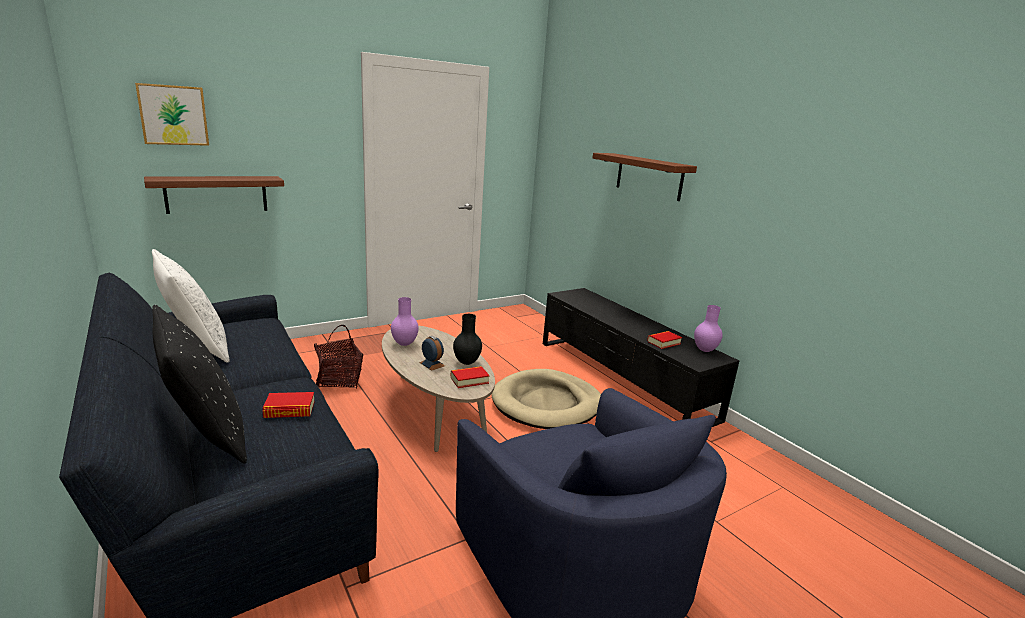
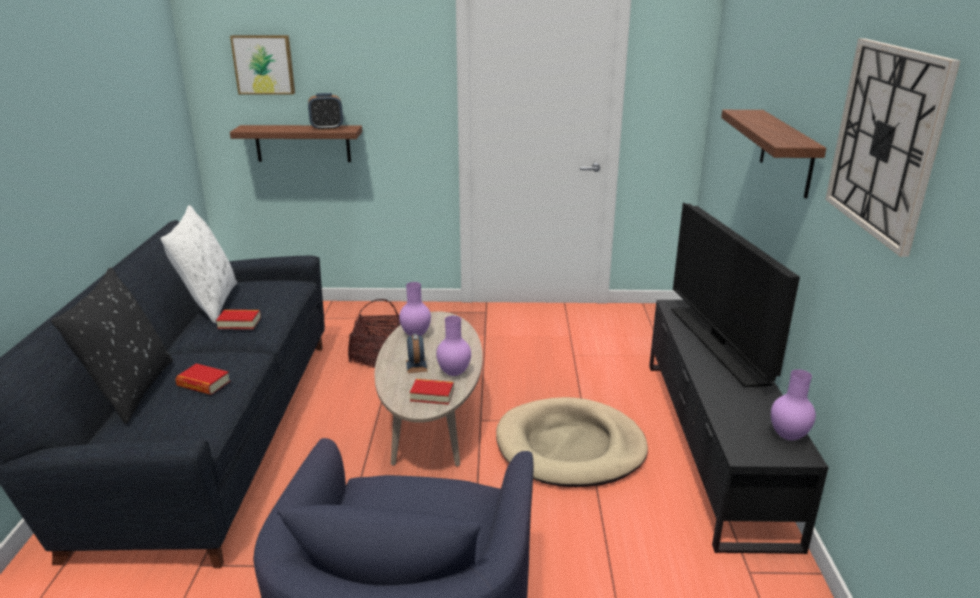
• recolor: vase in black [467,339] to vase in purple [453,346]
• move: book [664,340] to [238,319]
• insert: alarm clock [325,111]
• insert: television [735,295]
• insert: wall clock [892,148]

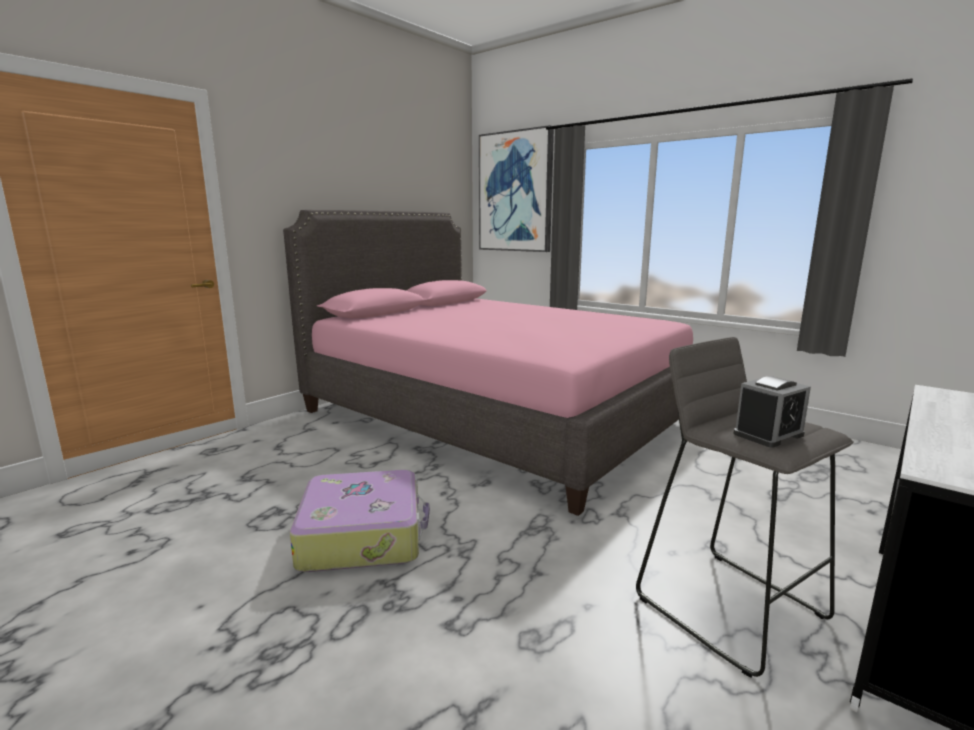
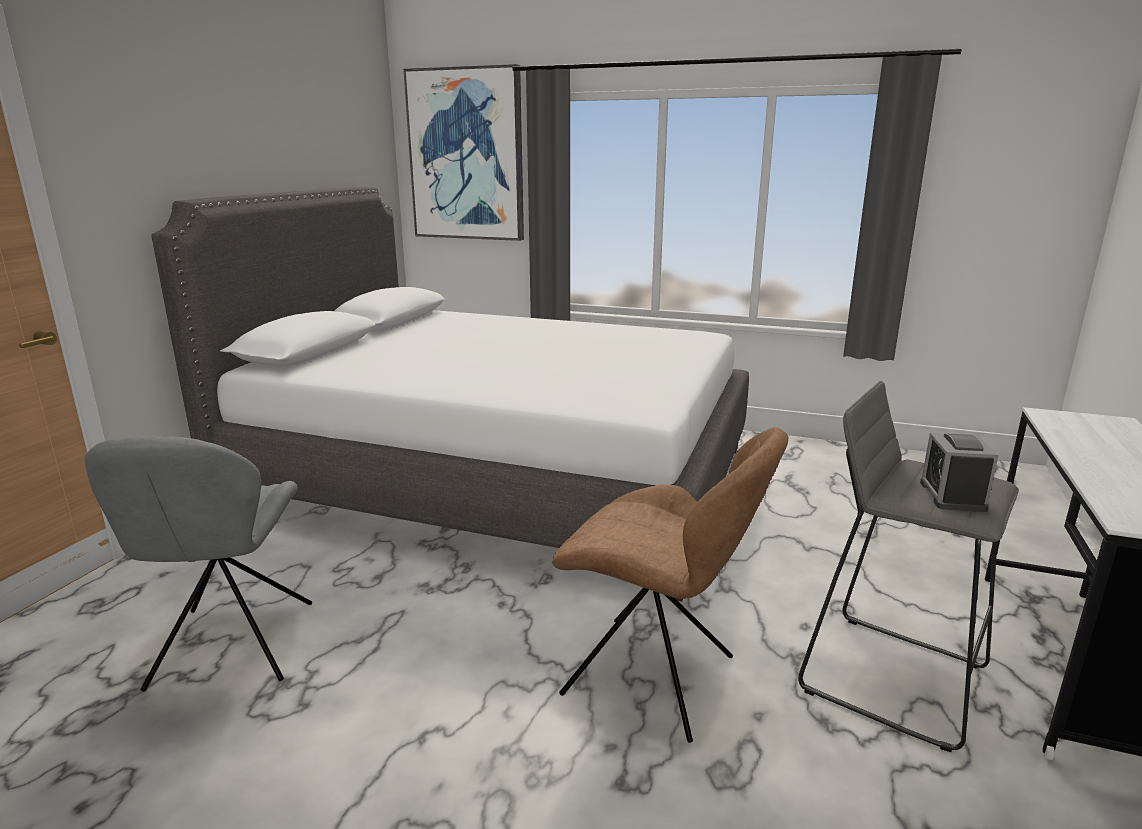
• recolor: bed in pink [488,363] to bed in white [450,394]
• delete: suitcase [360,521]
• rotate: alarm clock [772,412] = [959,472] 150 degrees clockwise
• insert: chair in grey [198,563]
• insert: chair in brown [670,585]

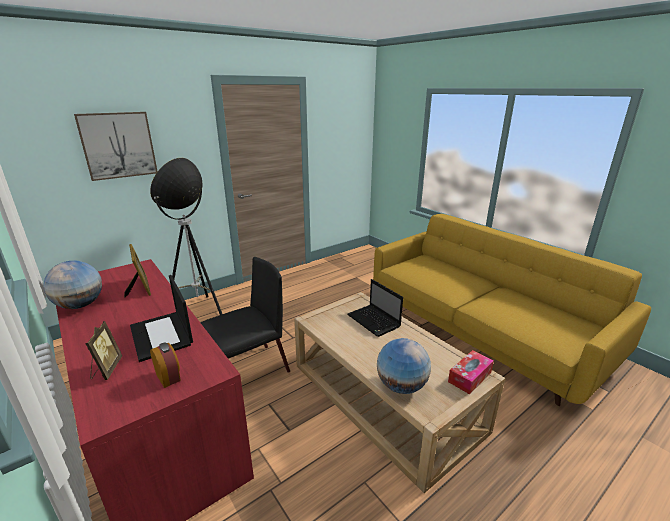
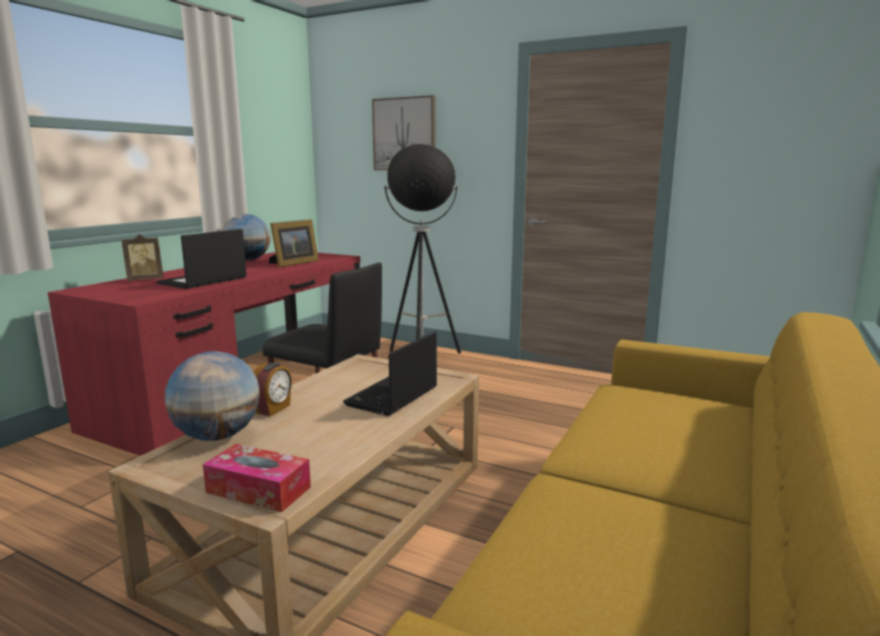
• move: alarm clock [165,365] to [273,389]

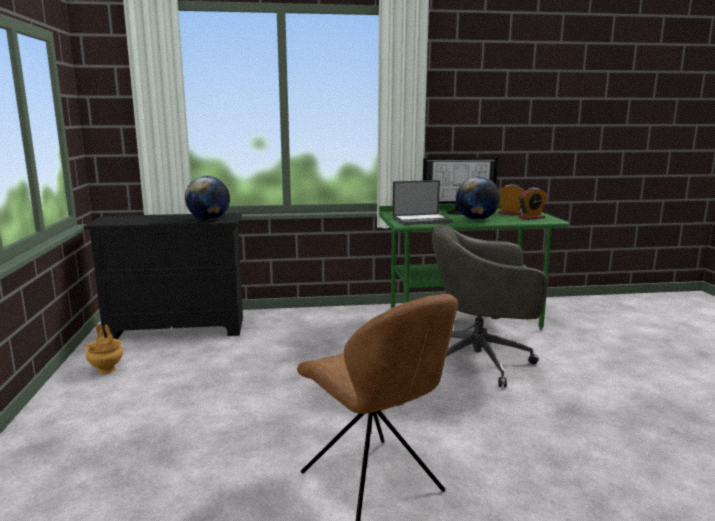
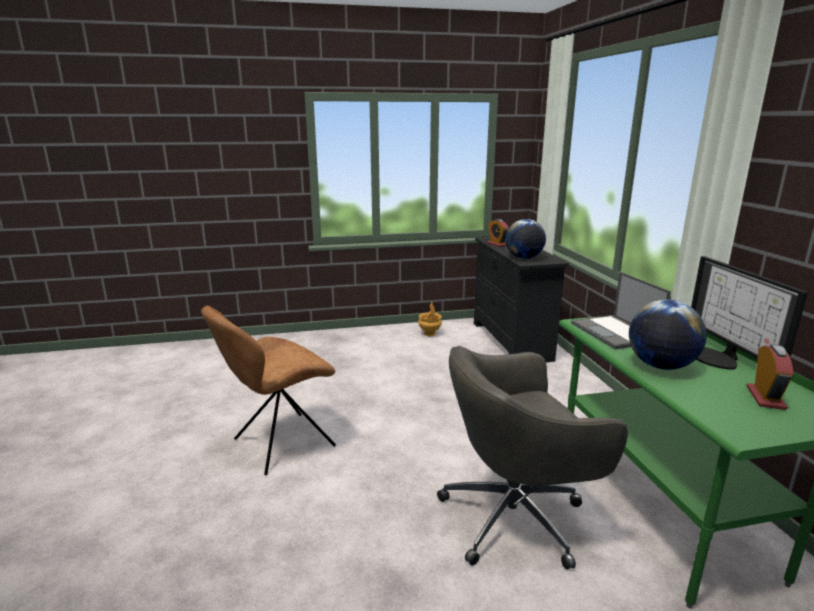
• rotate: office chair in grey [490,306] = [532,457] 105 degrees counterclockwise
• move: alarm clock [533,203] to [498,233]

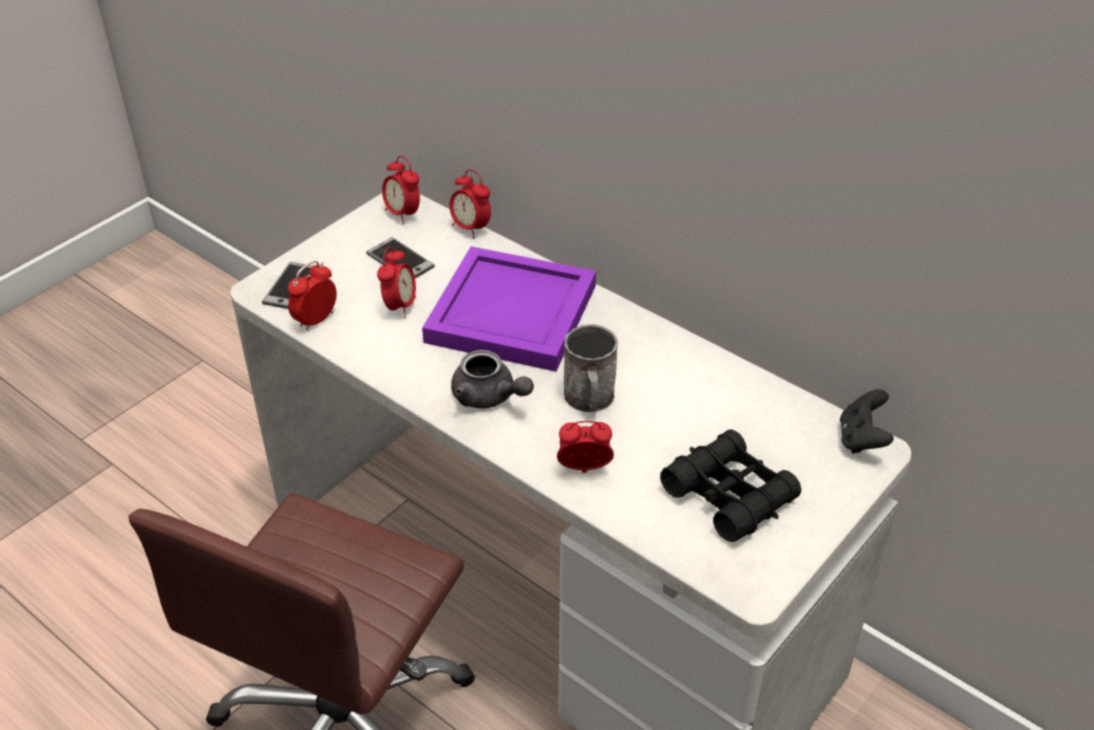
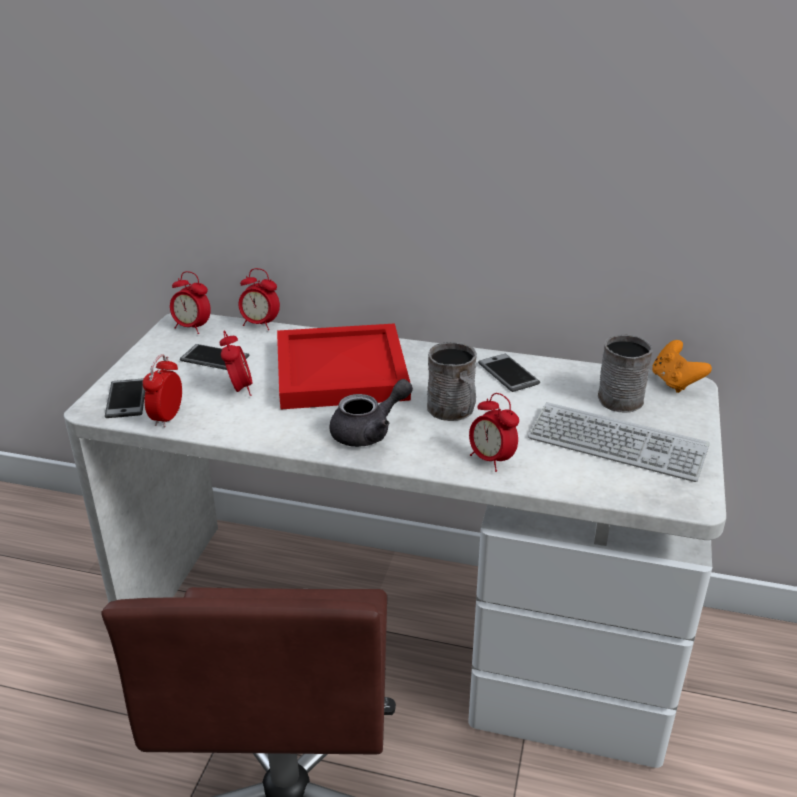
• recolor: tray in purple [509,309] to tray in red [344,366]
• rotate: teapot in grey [492,379] = [371,413] 45 degrees counterclockwise
• rotate: alarm clock [585,447] = [494,432] 105 degrees counterclockwise
• replace: binoculars in black [730,486] to keyboard [619,442]
• recolor: game controller in black [867,421] to game controller in orange [682,366]
• insert: phone [509,373]
• insert: mug in grey [625,373]

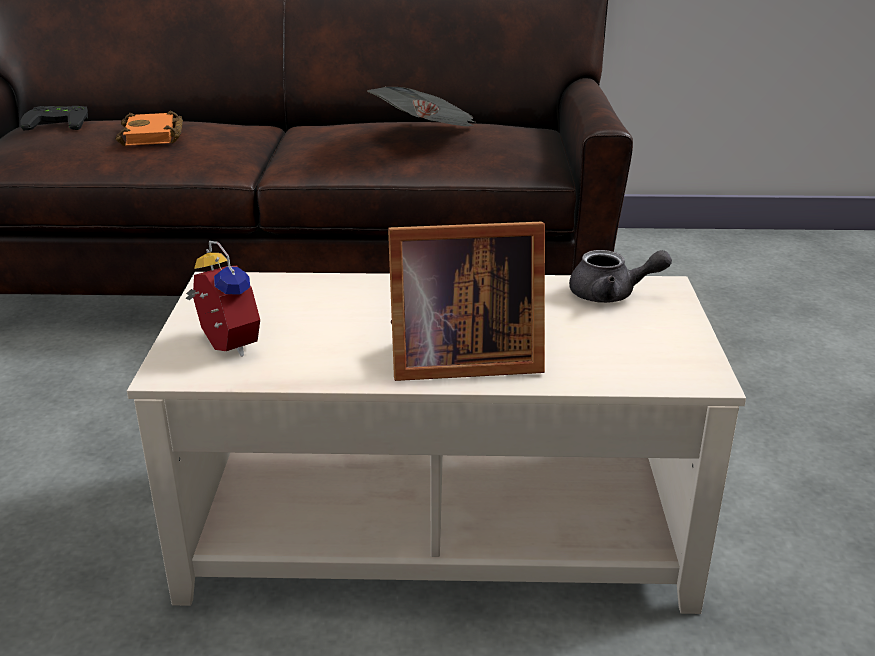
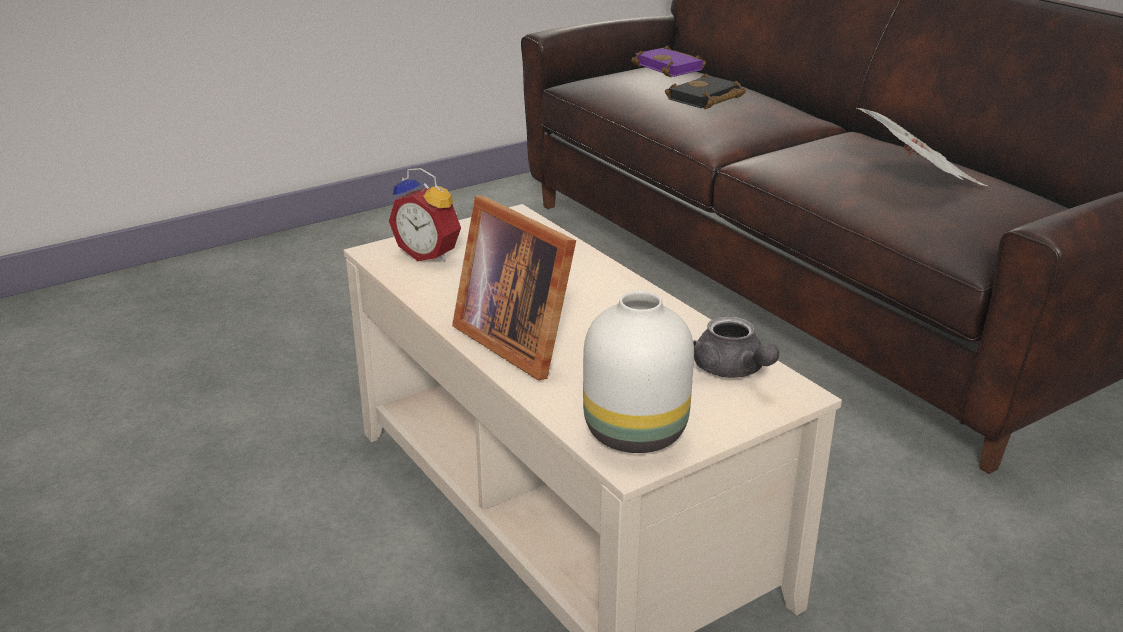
• replace: game controller in black [54,118] to book in purple [668,61]
• recolor: book in orange [149,128] to book in black [705,91]
• rotate: alarm clock [222,299] = [425,215] 105 degrees clockwise
• insert: vase in white [638,372]

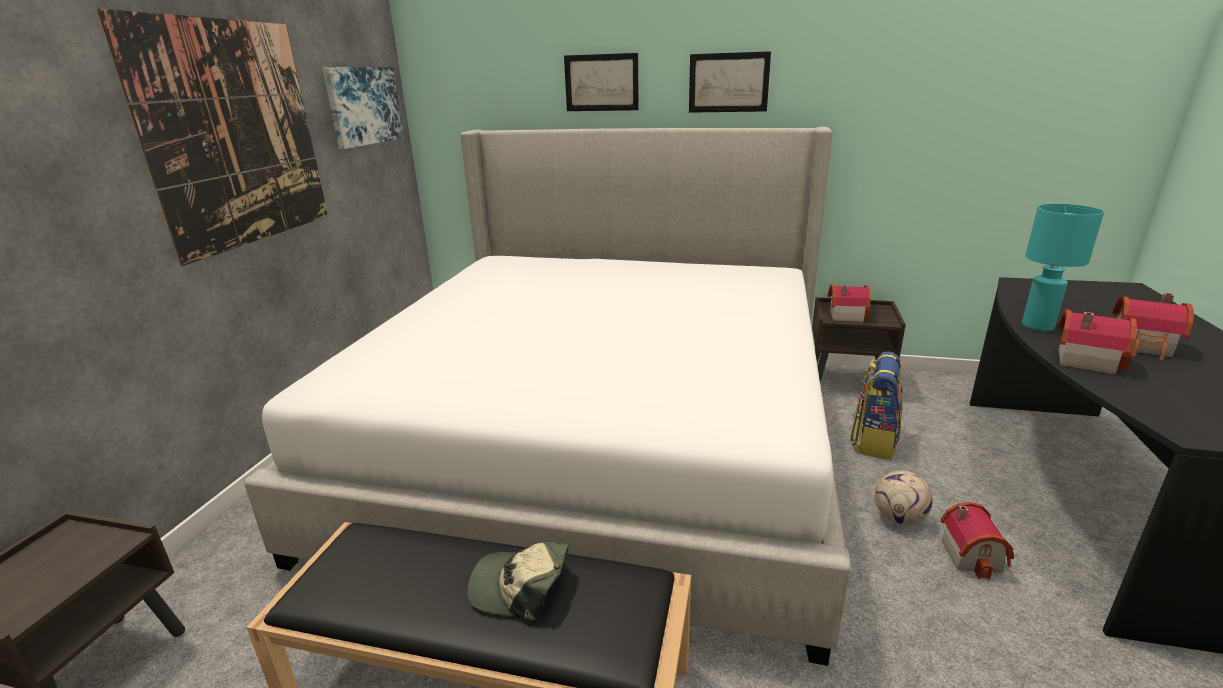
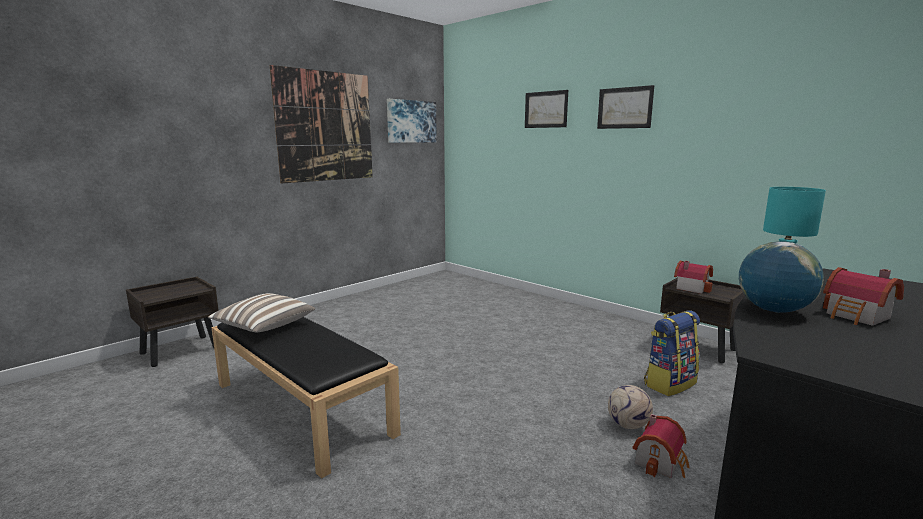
• delete: bed [547,396]
• delete: cap [518,584]
• replace: toy house [1097,342] to globe [781,277]
• insert: pillow [261,313]

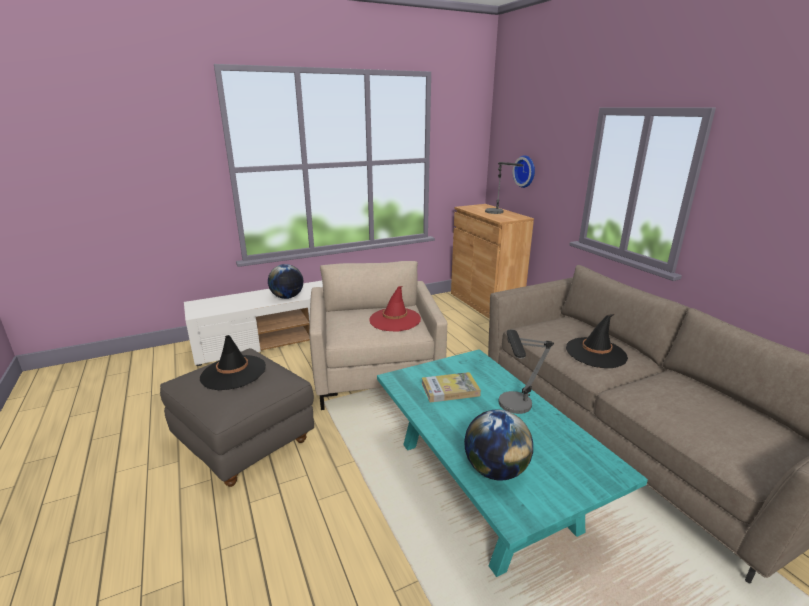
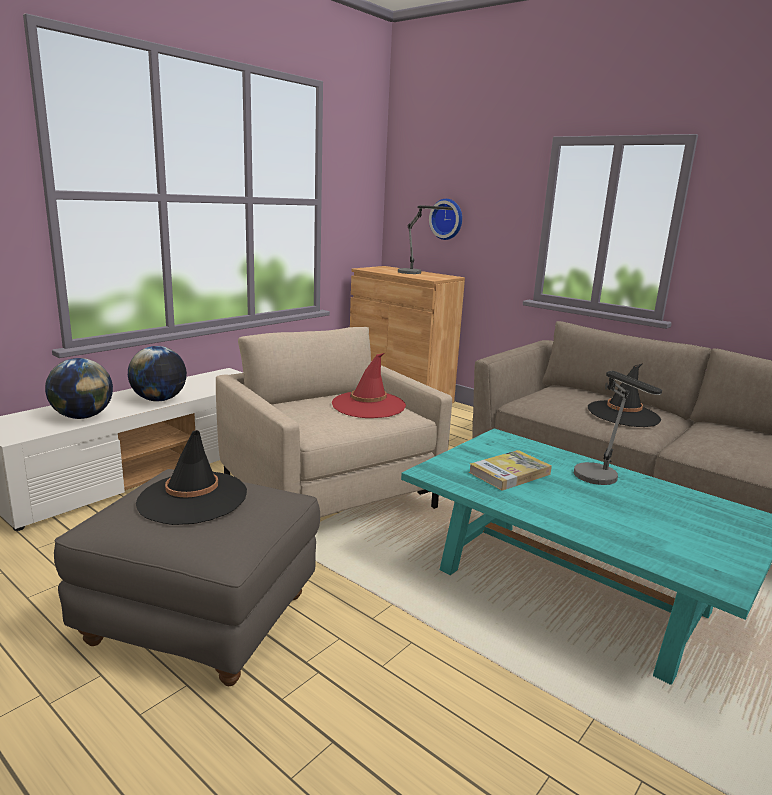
• move: globe [498,445] to [79,388]

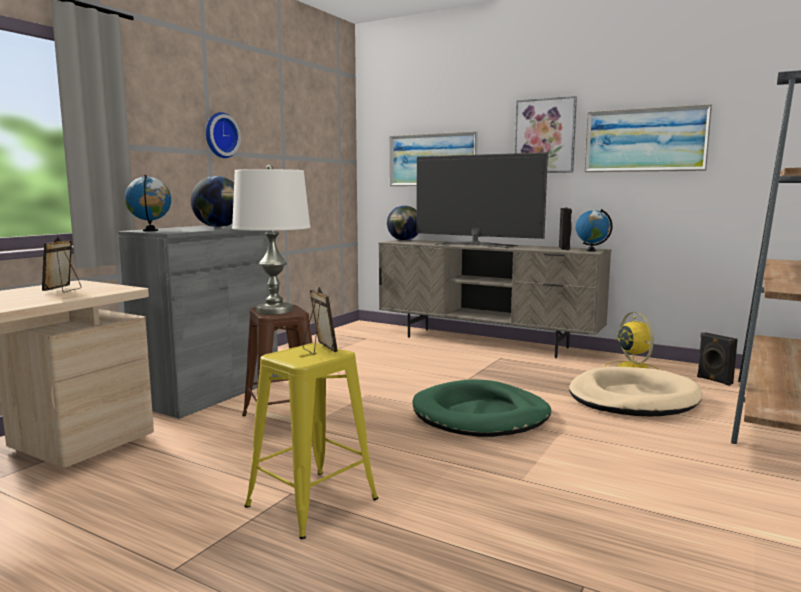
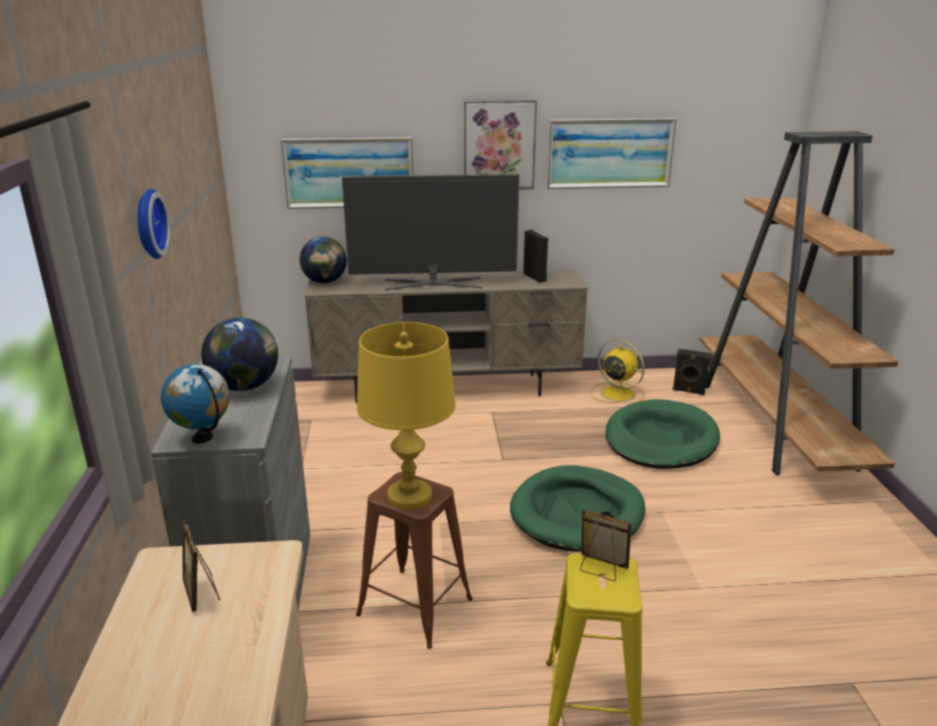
• recolor: table lamp in white [271,239] to table lamp in yellow [406,416]
• recolor: dog bed in beige [635,391] to dog bed in green [662,434]
• delete: globe [594,230]

